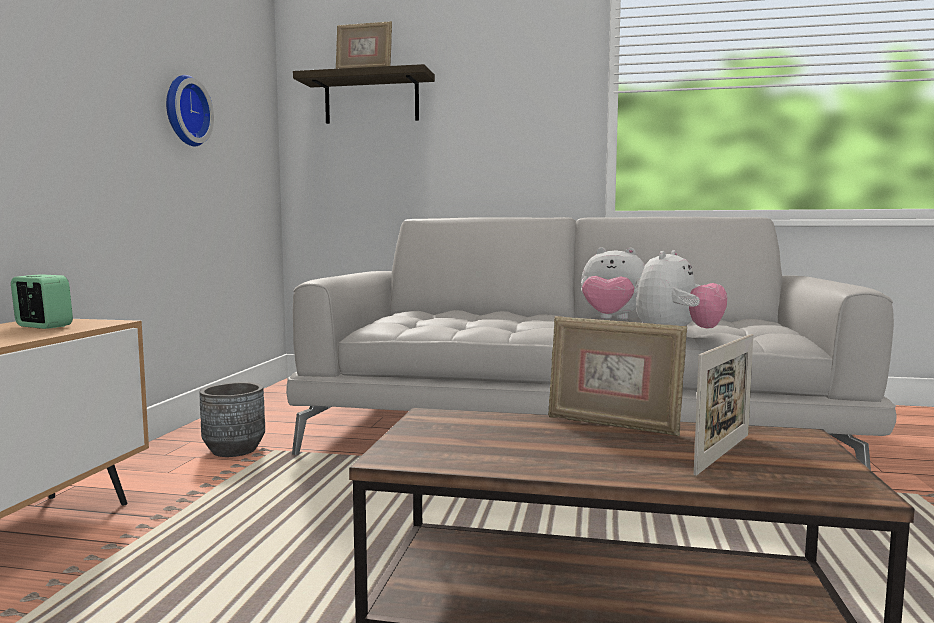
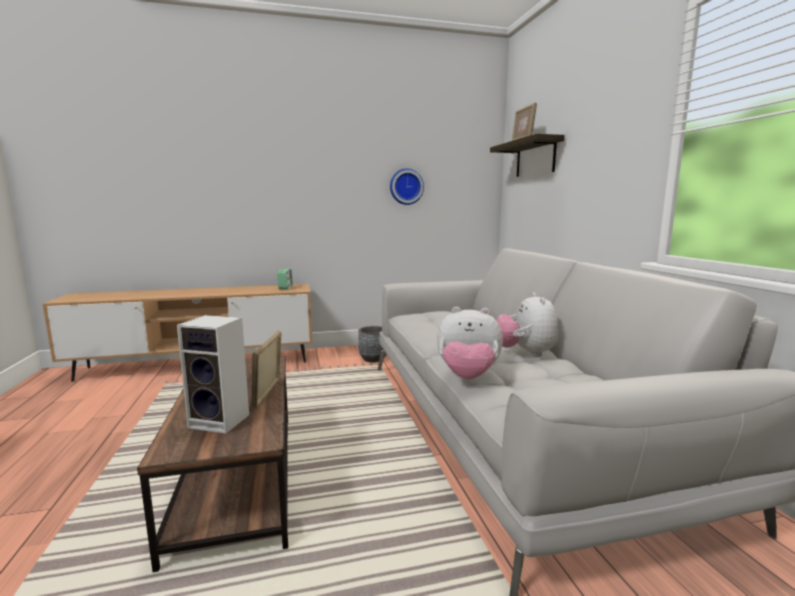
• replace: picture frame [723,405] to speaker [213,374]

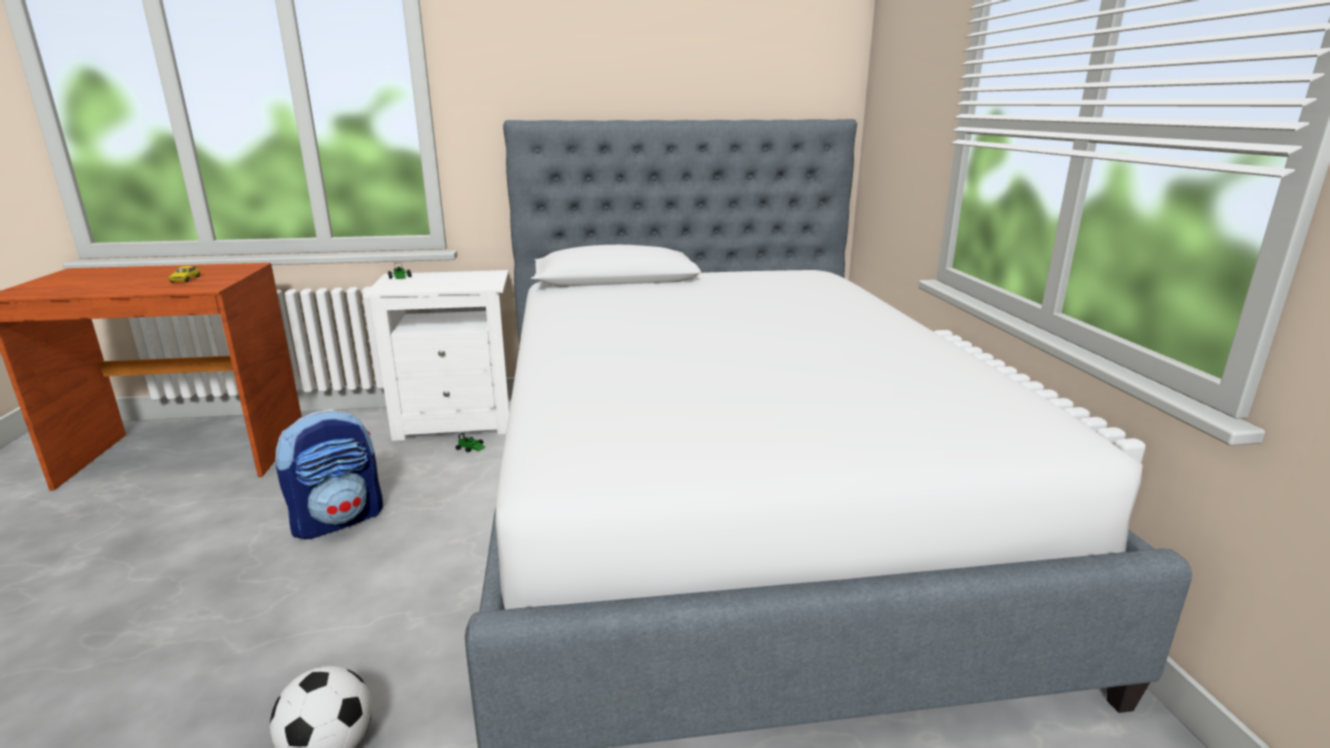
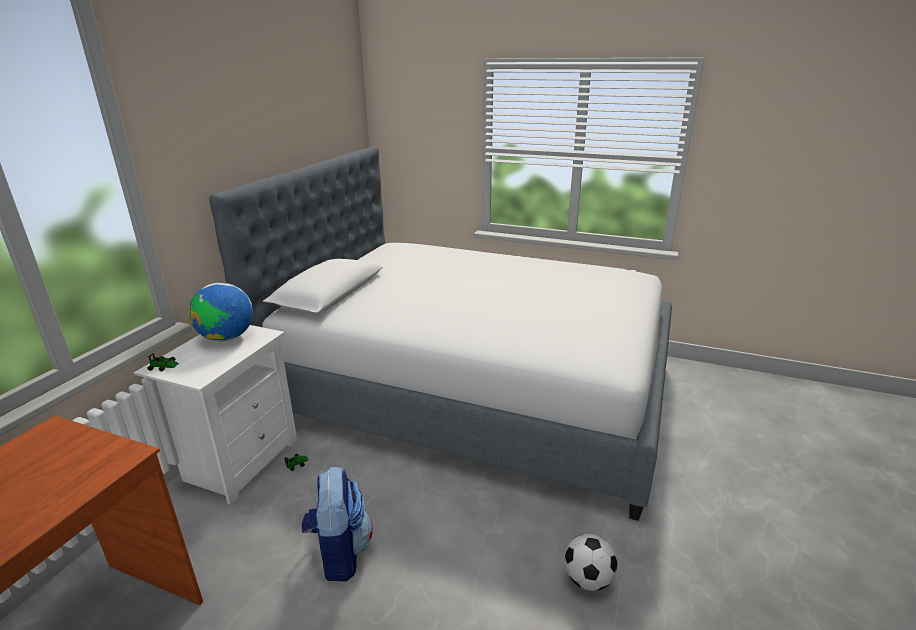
• delete: toy car [184,274]
• insert: globe [221,312]

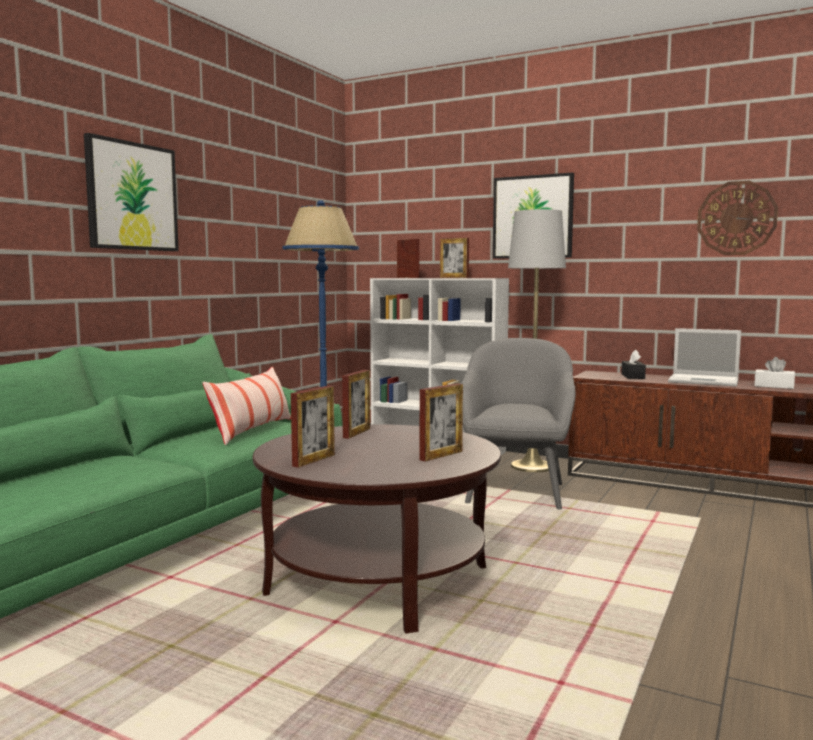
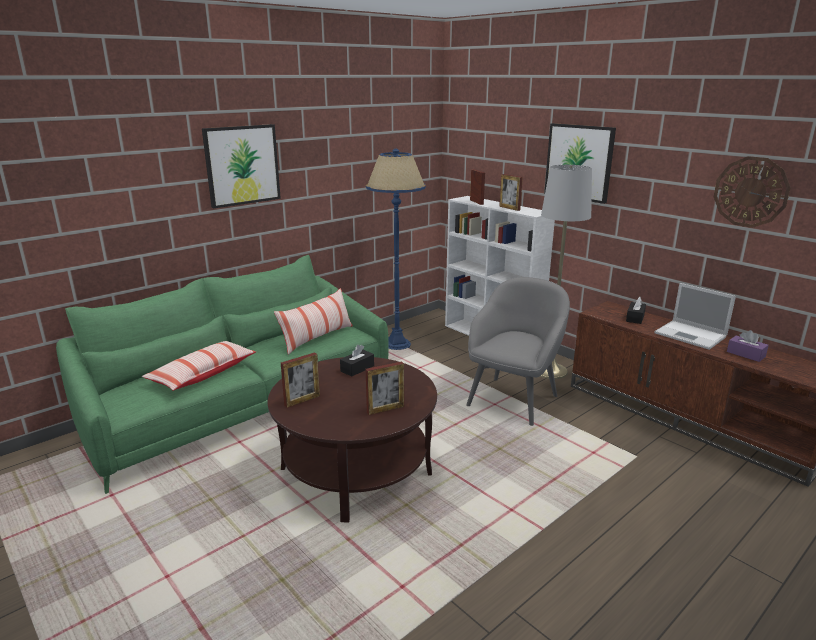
• replace: picture frame [356,404] to tissue box in black [357,361]
• recolor: tissue box in white [774,373] to tissue box in purple [748,346]
• insert: pillow [199,366]

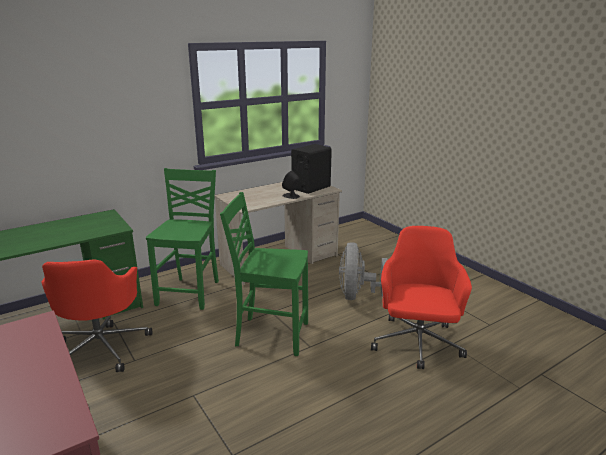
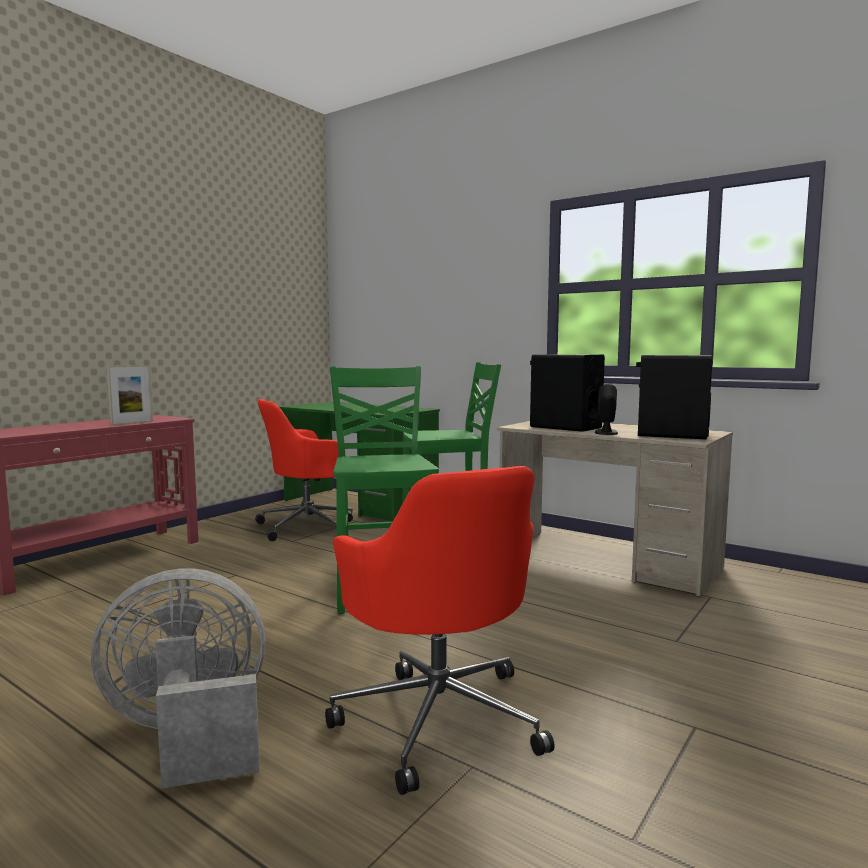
• move: fan in grey [363,271] to [178,678]
• rotate: office chair in red [421,297] = [439,630] 75 degrees clockwise
• insert: picture frame [130,395]
• insert: speaker in black [567,393]

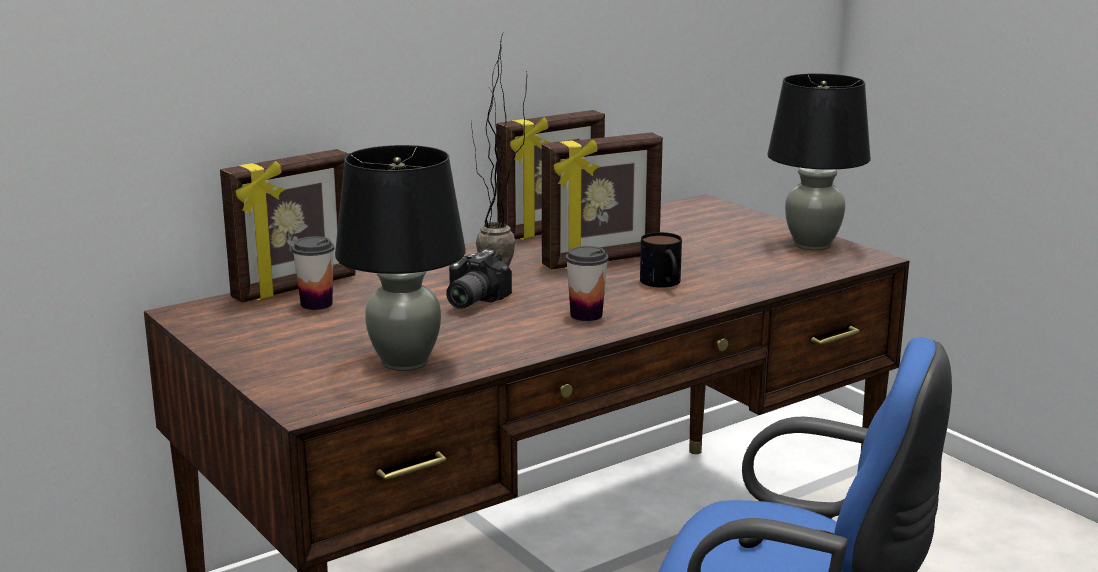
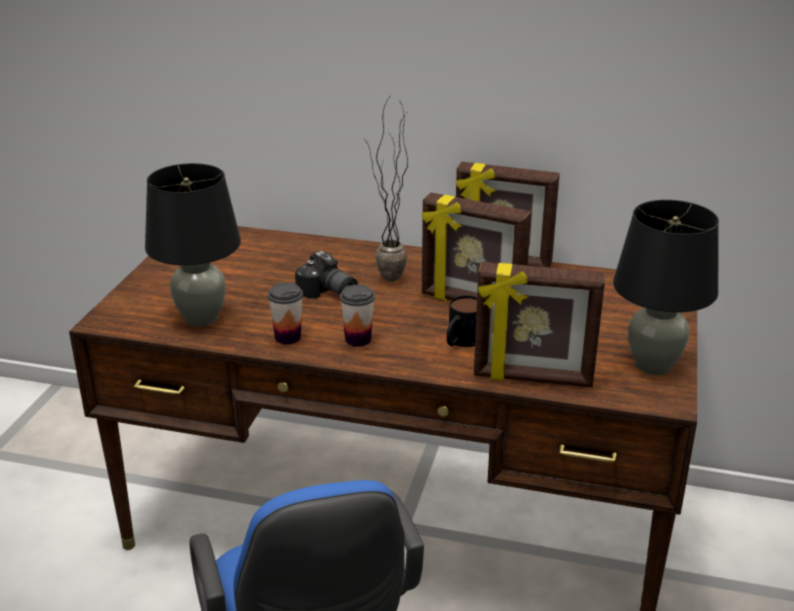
• move: picture frame [288,226] to [539,324]
• move: cup [313,273] to [285,313]
• rotate: photo camera [479,279] = [326,275] 120 degrees counterclockwise

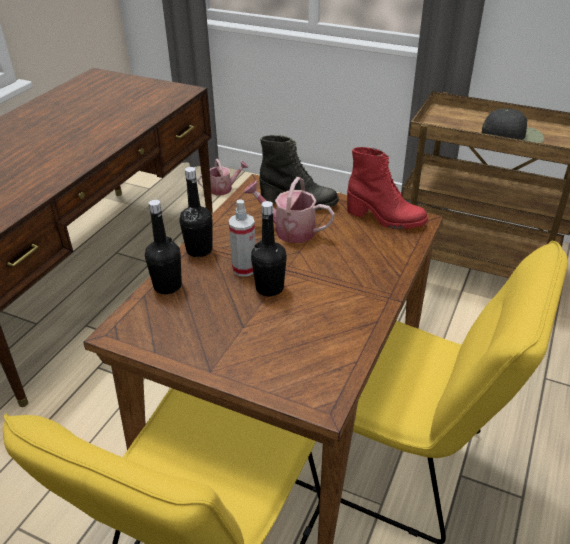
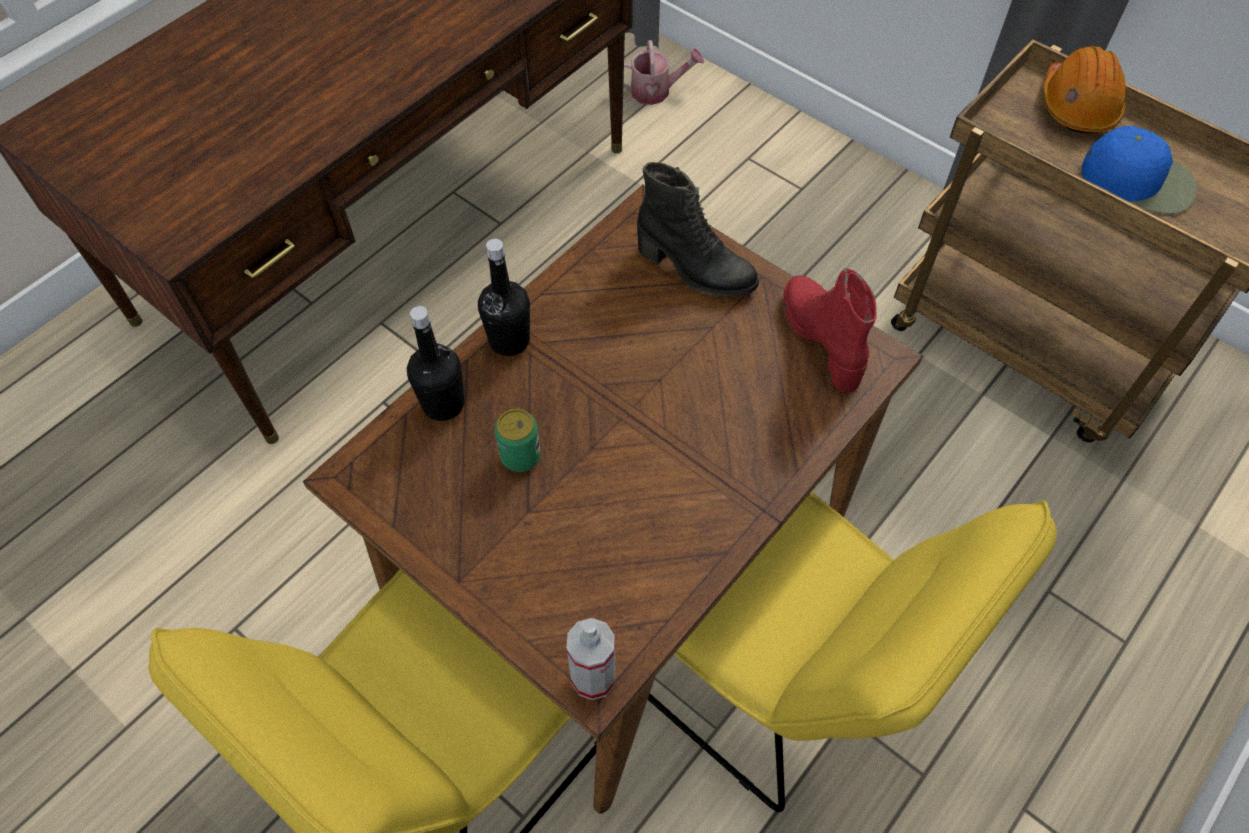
• move: spray bottle [242,238] to [591,659]
• delete: watering can [289,210]
• delete: bottle in black [269,248]
• rotate: boot in red [387,188] = [830,330] 150 degrees counterclockwise
• recolor: cap in black [513,125] to cap in blue [1139,170]
• insert: can [517,440]
• insert: hard hat in orange [1084,90]

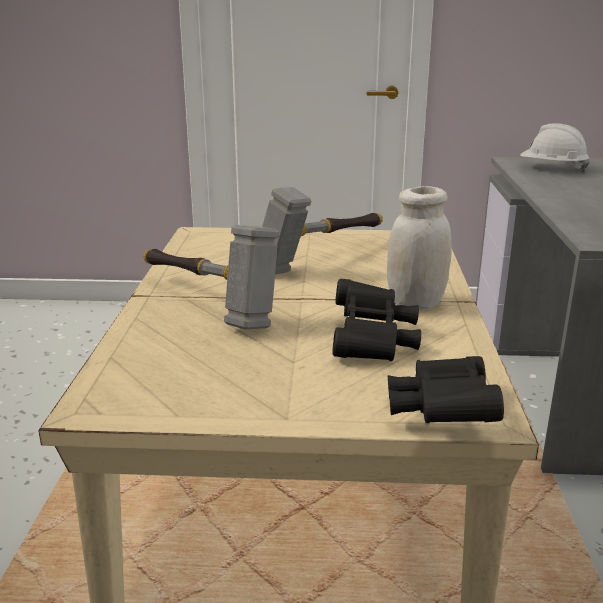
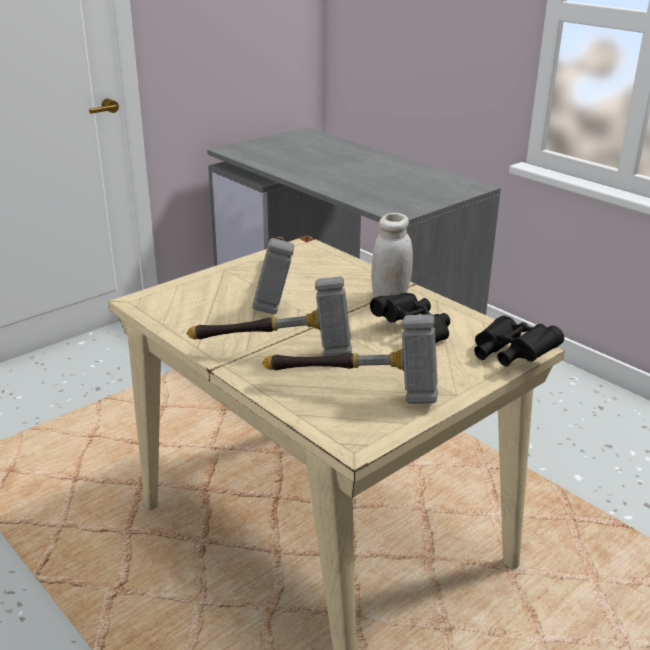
• delete: hard hat in white [554,147]
• insert: hammer [350,359]

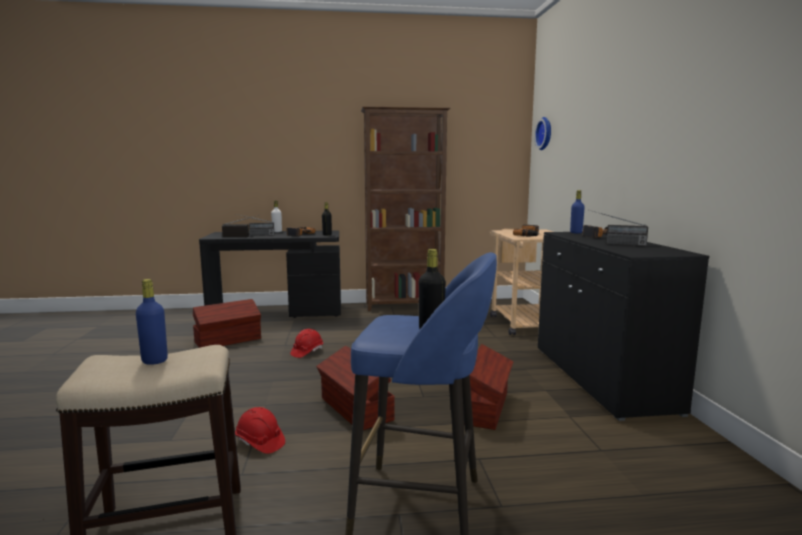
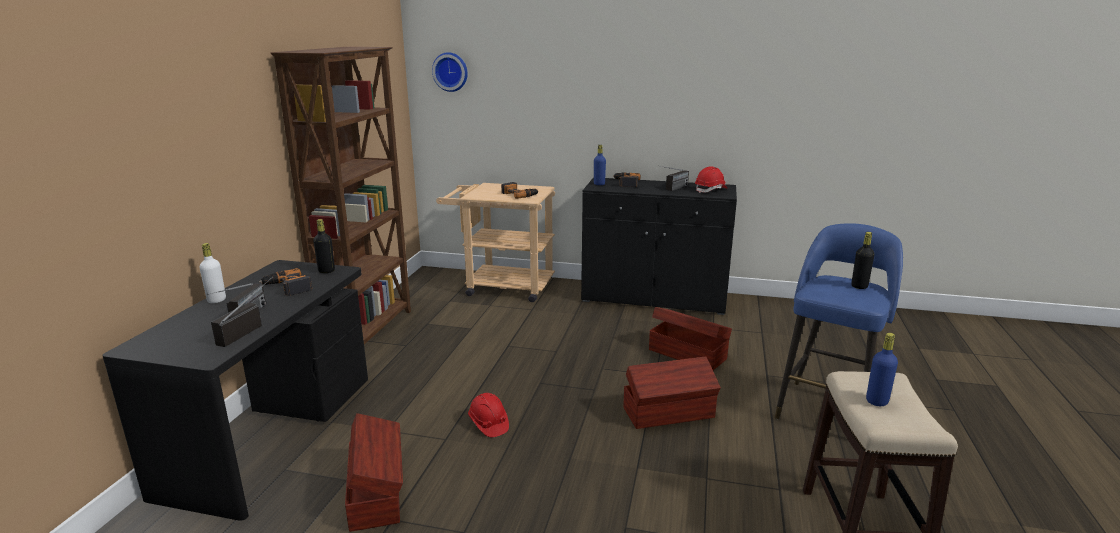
• move: hard hat in red [260,430] to [711,179]

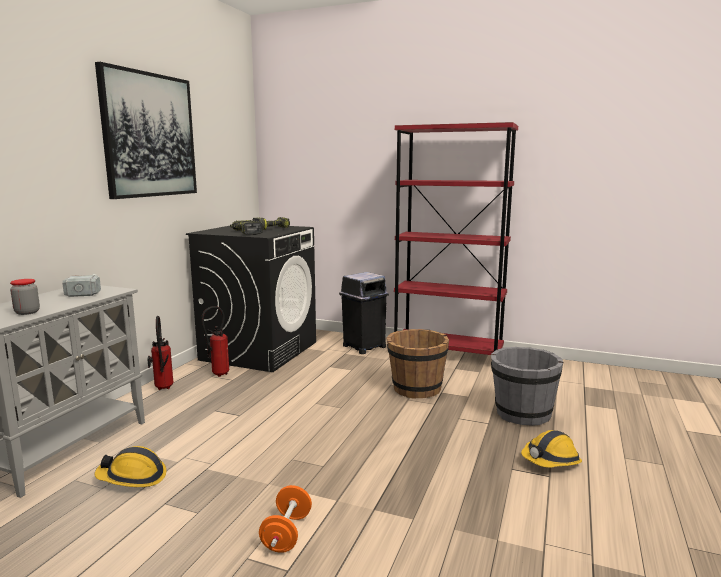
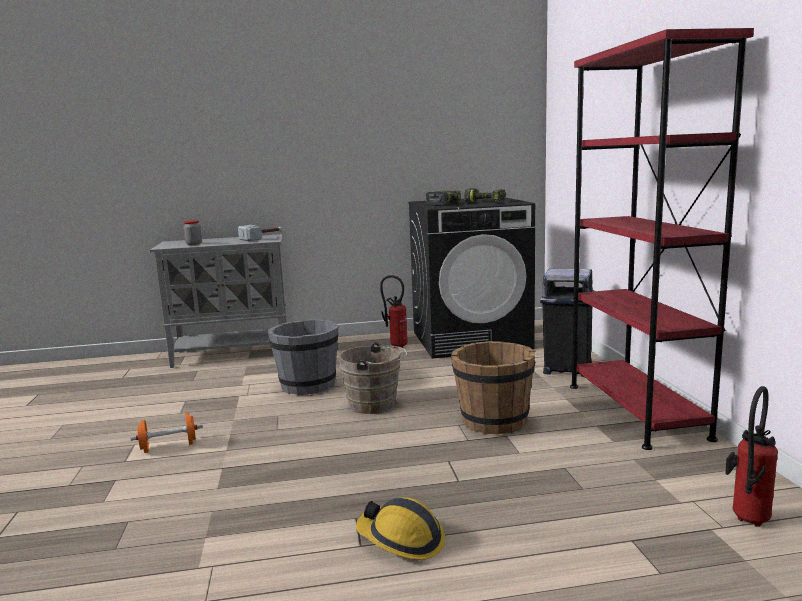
• delete: hard hat [130,466]
• delete: picture [146,130]
• move: fire extinguisher [160,353] to [751,456]
• move: bucket in grey [527,386] to [303,357]
• insert: bucket in brown [372,378]

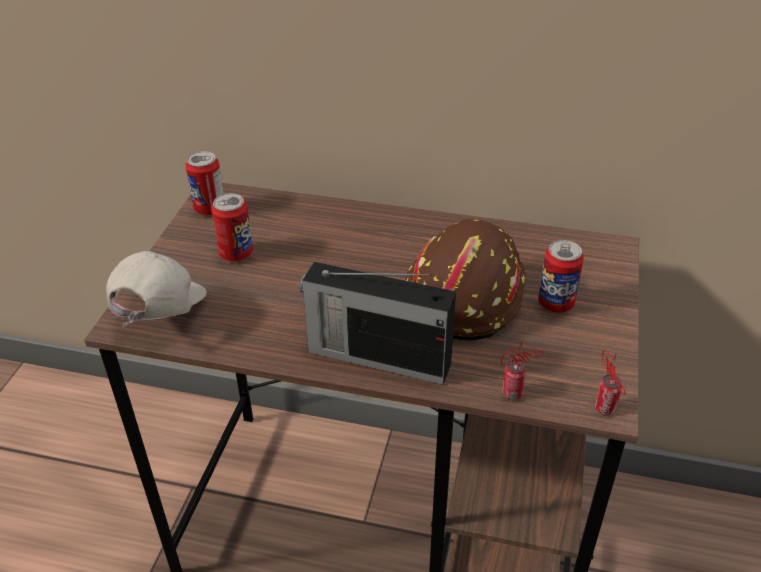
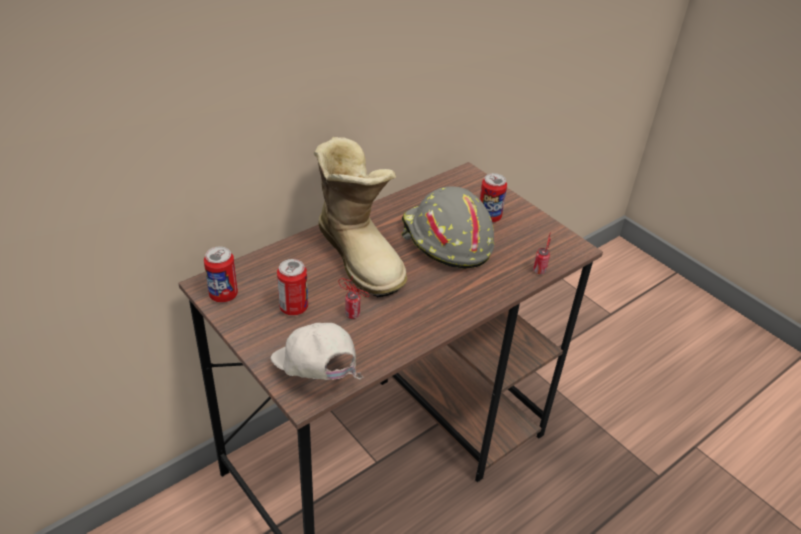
• delete: radio [378,323]
• recolor: hard hat in brown [465,280] to hard hat in grey [447,227]
• move: can [610,382] to [354,297]
• insert: boot [360,217]

